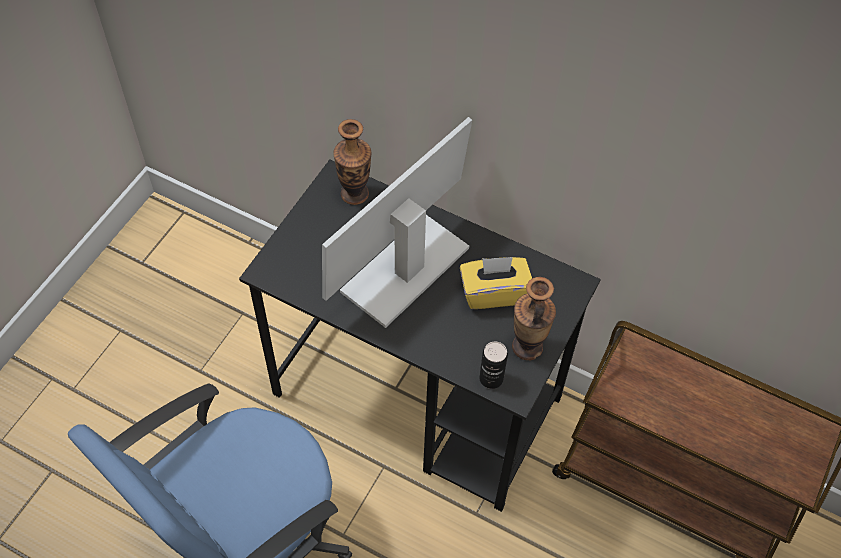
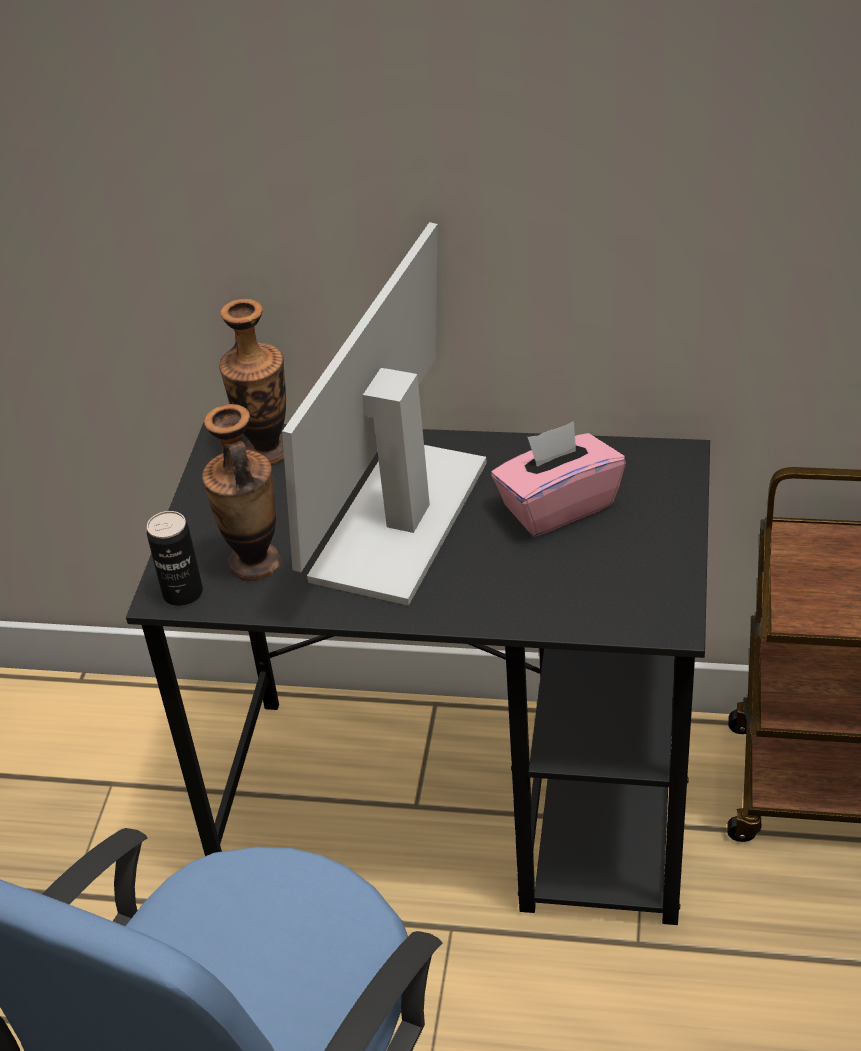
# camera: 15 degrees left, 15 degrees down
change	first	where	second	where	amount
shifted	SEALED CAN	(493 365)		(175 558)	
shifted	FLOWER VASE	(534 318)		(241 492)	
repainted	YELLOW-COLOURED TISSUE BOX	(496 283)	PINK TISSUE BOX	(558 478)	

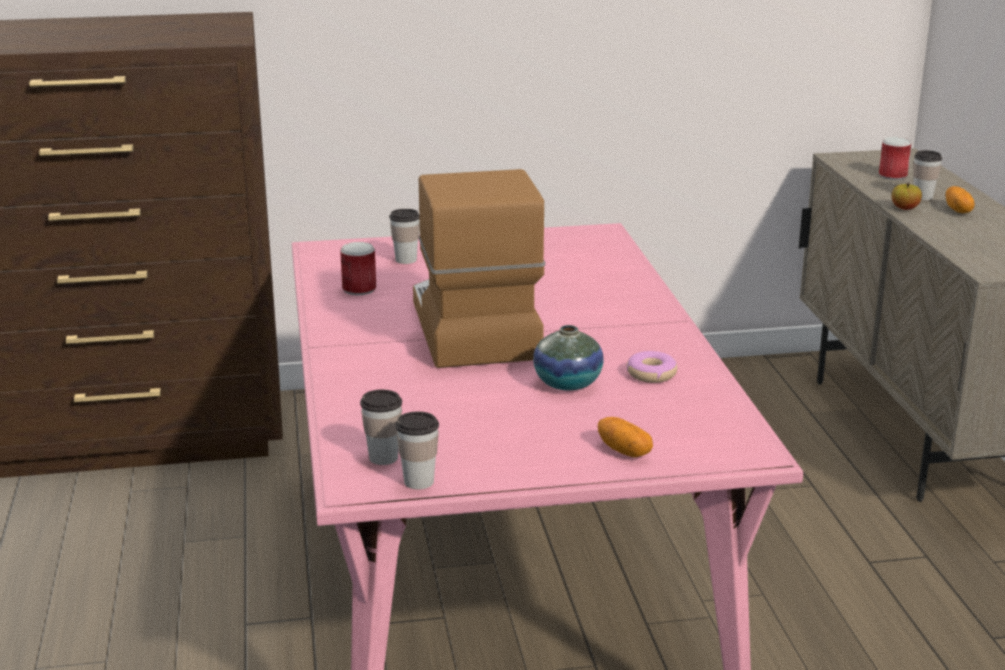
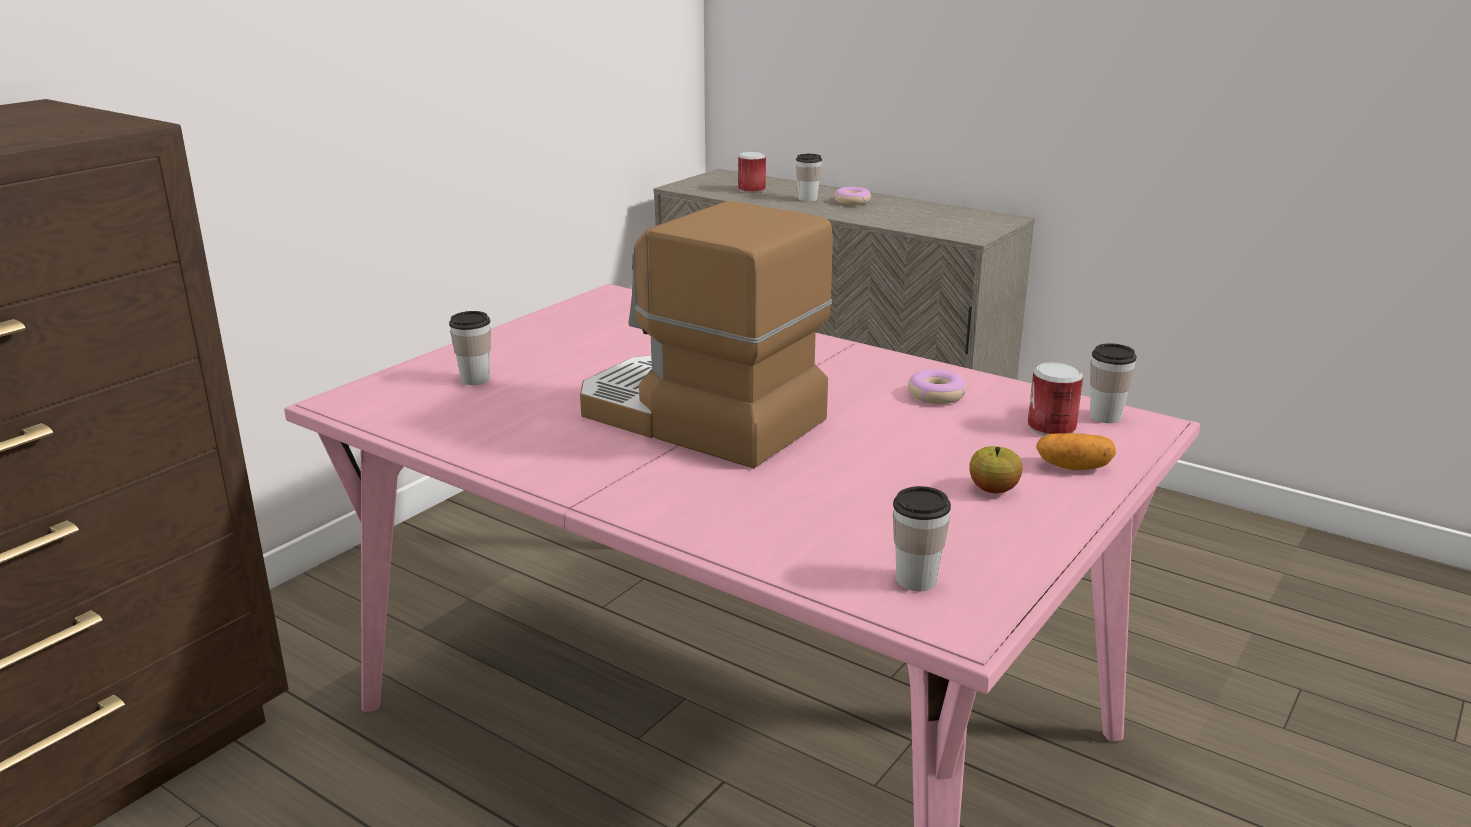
# camera: 45 degrees left, 0 degrees up
change	first	where	second	where	amount
swapped	POTATO	(960 199)	DONUT	(852 196)	
shifted	WHOLE APPLE	(907 196)		(995 469)	
shifted	SEALED CAN	(358 268)		(1055 399)	
shifted	SMALL CUP	(417 450)		(1113 383)	
gone	FLOWER VASE	(568 358)			

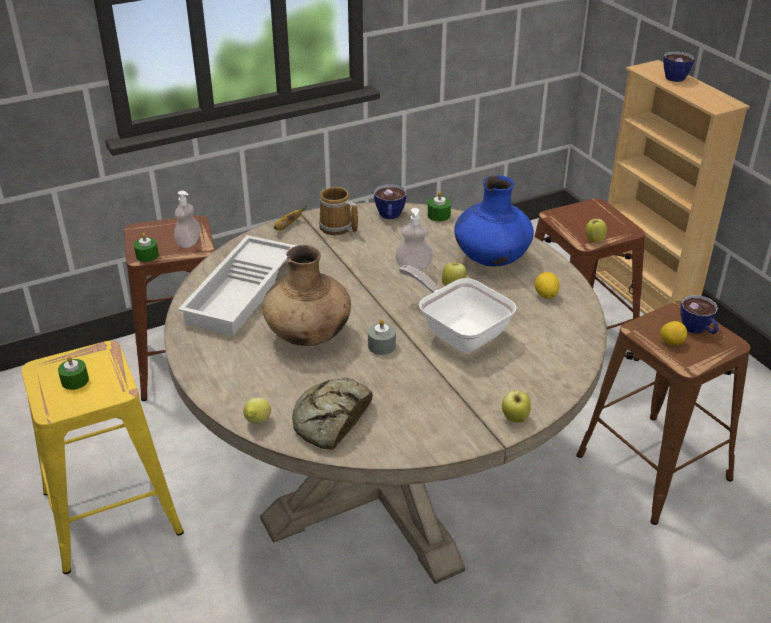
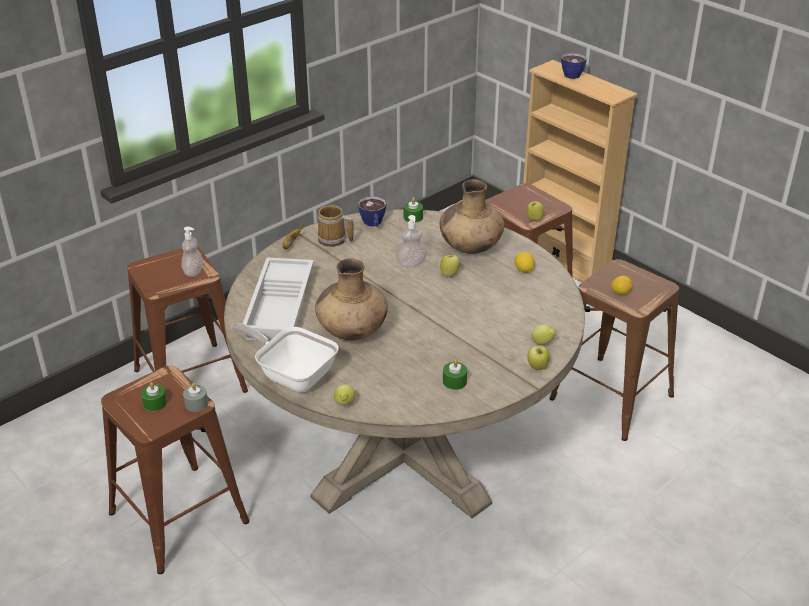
# camera: 15 degrees left, 0 degrees up
change	first	where	second	where	amount
repainted	YELLOW-COLOURED STOOL SEAT	(102 457)	BROWN STOOL SEAT	(175 469)	
shifted	GREYISH WAX CANDLE	(382 337)		(195 397)	
shifted	PAN	(458 309)		(285 357)	
repainted	BLUISH FLOWER VASE	(494 220)	BROWN FLOWER VASE	(472 216)	
shifted	GREEN-COLOURED WAX CANDLE	(146 247)		(455 374)	
new			CITRUS FRUIT	(543 334)	
gone	BREAD	(332 414)			
gone	SMALL CUP	(699 314)			

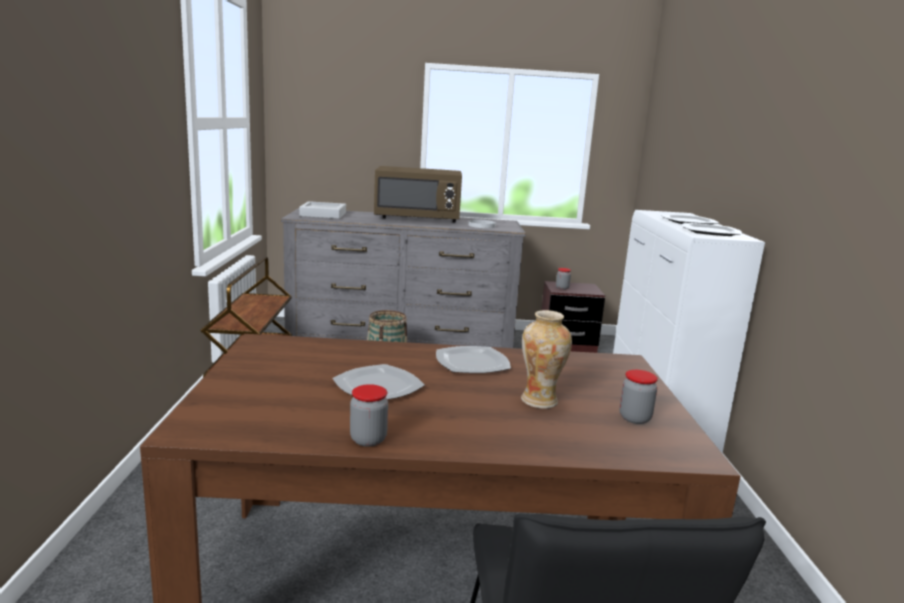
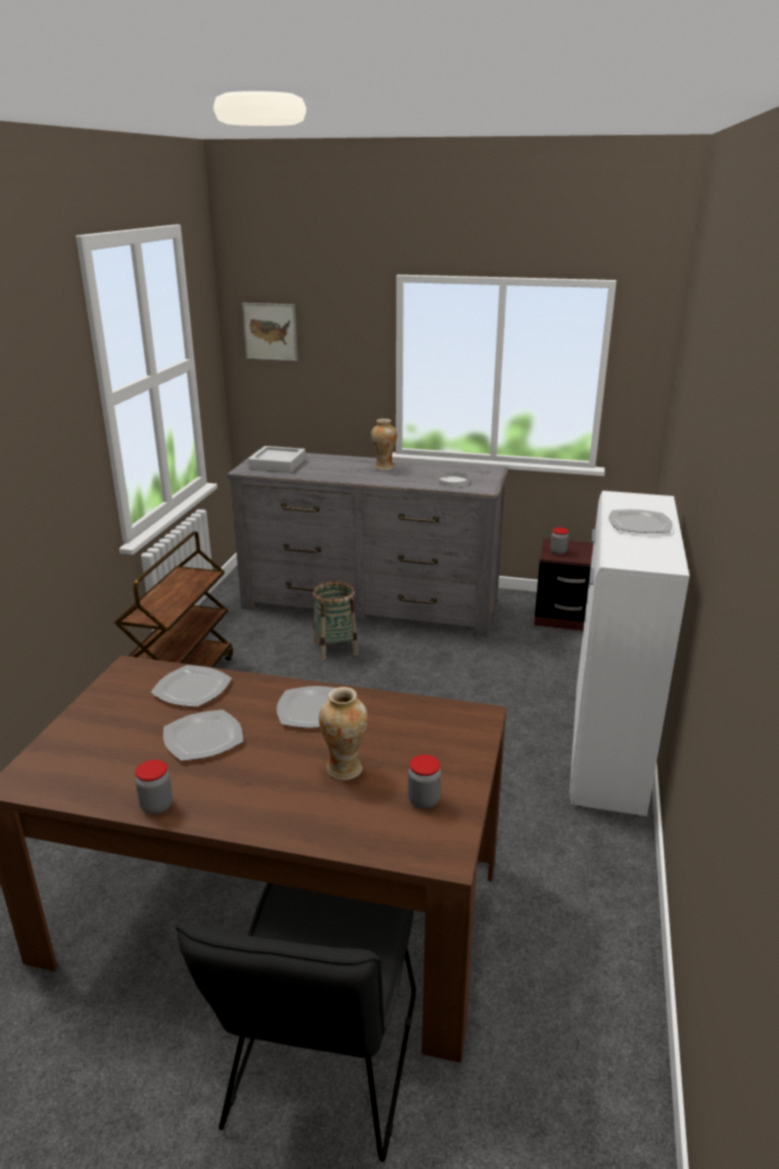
# camera: 15 degrees right, 10 degrees up
change	first	where	second	where	amount
shifted	DINNER PLATE	(711 229)		(191 686)	
new			WALL PICTURE	(270 332)	
swapped	BROWN MICROWAVE OVEN	(418 194)	FLOWER VASE	(384 445)	

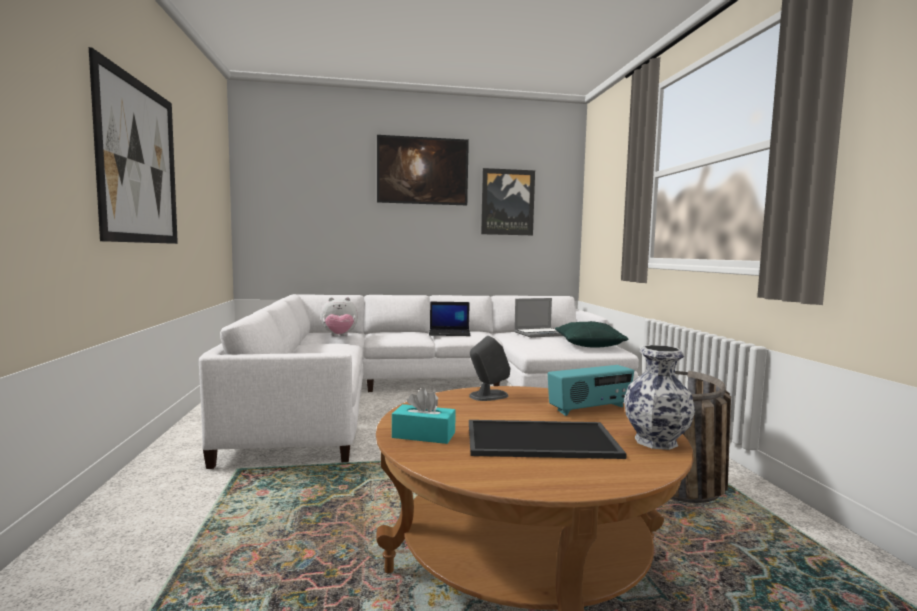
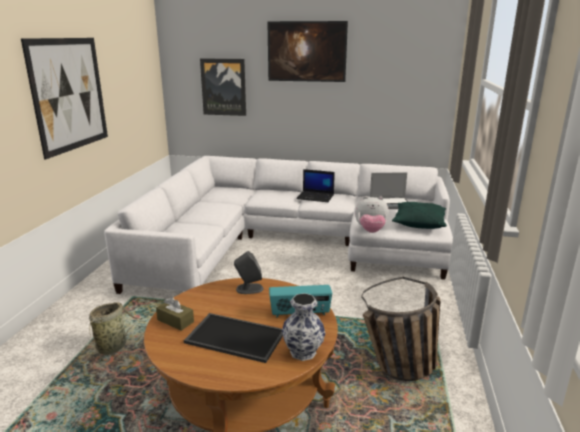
# camera: 20 degrees right, 15 degrees up
change	first	where	second	where	amount
new			HOUSEHOLD BASKET	(114 333)	
repainted	TURQUOISE TISSUE BOX	(424 416)	BROWN TISSUE BOX	(175 313)	
shifted	WALL PICTURE	(508 201)		(223 87)	
shifted	CUDDLY TOY	(339 316)		(372 214)	

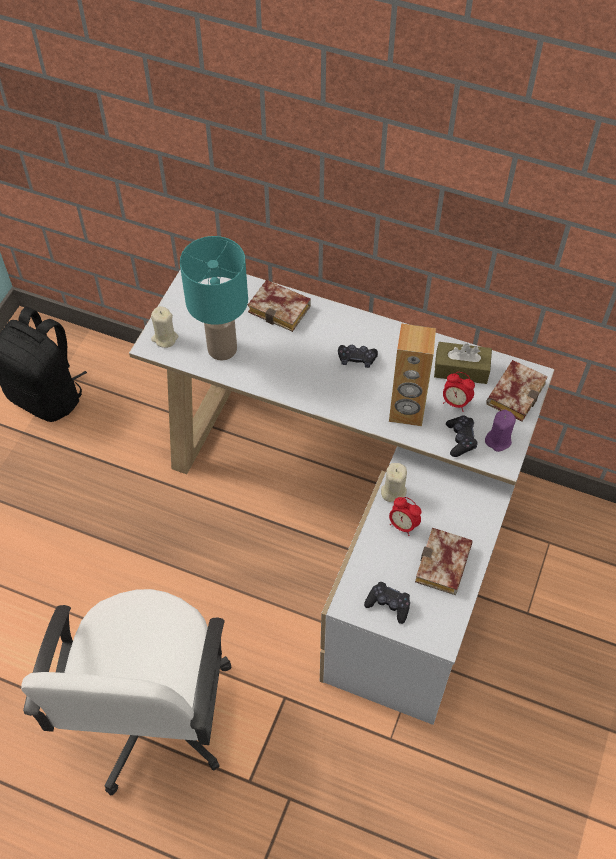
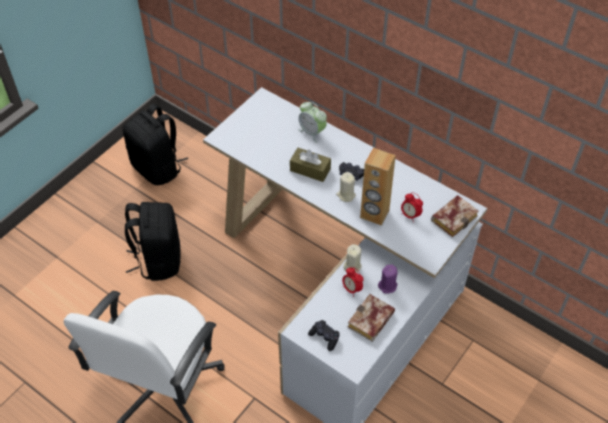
# camera: 15 degrees right, 5 degrees down
change	first	where	second	where	amount
new			BLACK KNAPSACK	(153 241)	
shifted	BROWN TISSUE BOX	(463 363)		(310 165)	
swapped	BOUND BOOK	(279 306)	BEDSIDE CLOCK	(312 122)	
shifted	SAND-COLOURED WAX CANDLE	(164 327)		(346 187)	
shifted	PURPLE WAX CANDLE	(500 431)		(388 279)	
gone	TURQUOISE TABLE LAMP	(214 298)			
gone	BLACK JOYPAD	(462 436)			

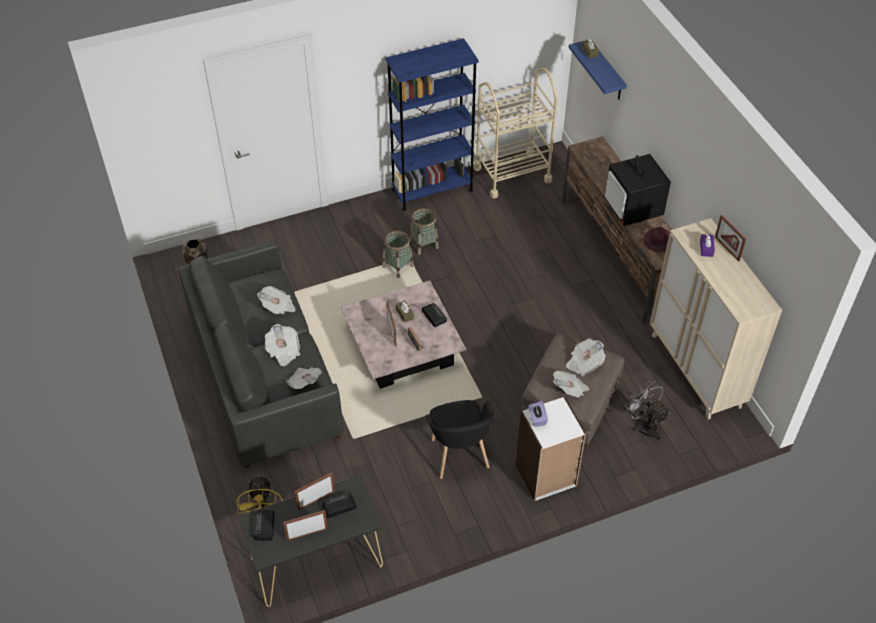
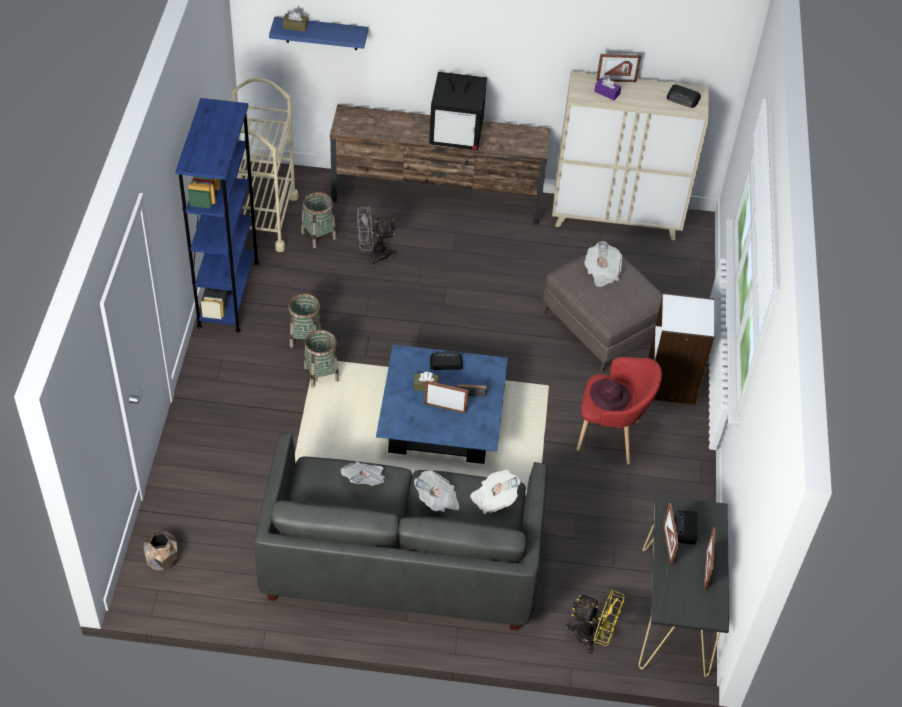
# camera: 65 degrees left, 0 degrees up
change	first	where	second	where	amount
new			HOUSEHOLD BASKET	(319 220)	
shifted	GREYISH FAN	(647 411)		(377 236)	
repainted	PINK LOUNGE TABLE	(403 335)	BLUISH LOUNGE TABLE	(442 404)	
repainted	BLACK EASY CHAIR	(460 439)	RED-COLOURED EASY CHAIR	(619 411)	
shifted	PURPLE WEARABLE HAT	(656 239)		(610 395)	
shifted	RADIO	(264 525)		(684 96)	
gone	PURPLE TISSUE BOX	(538 414)			
gone	DAILY PAPER	(571 384)			

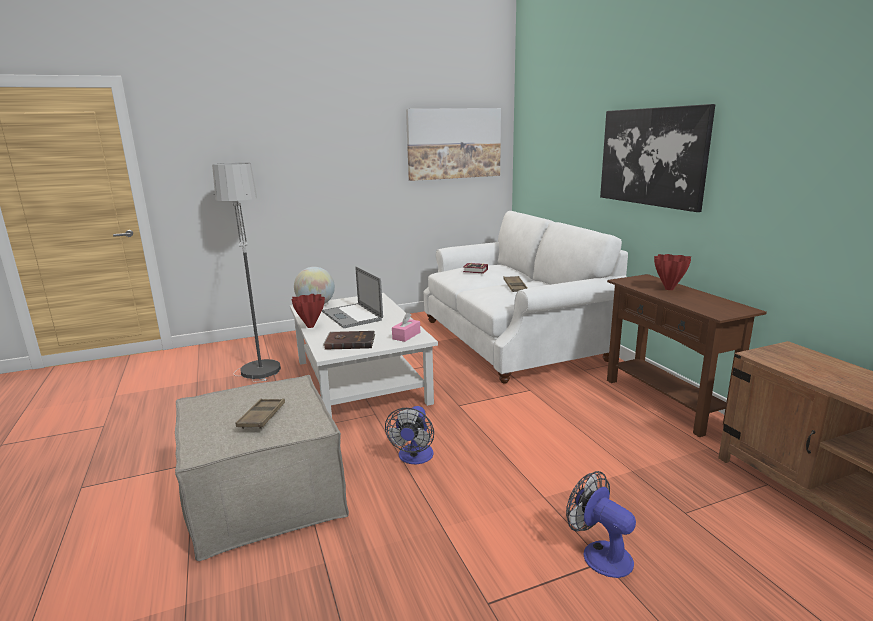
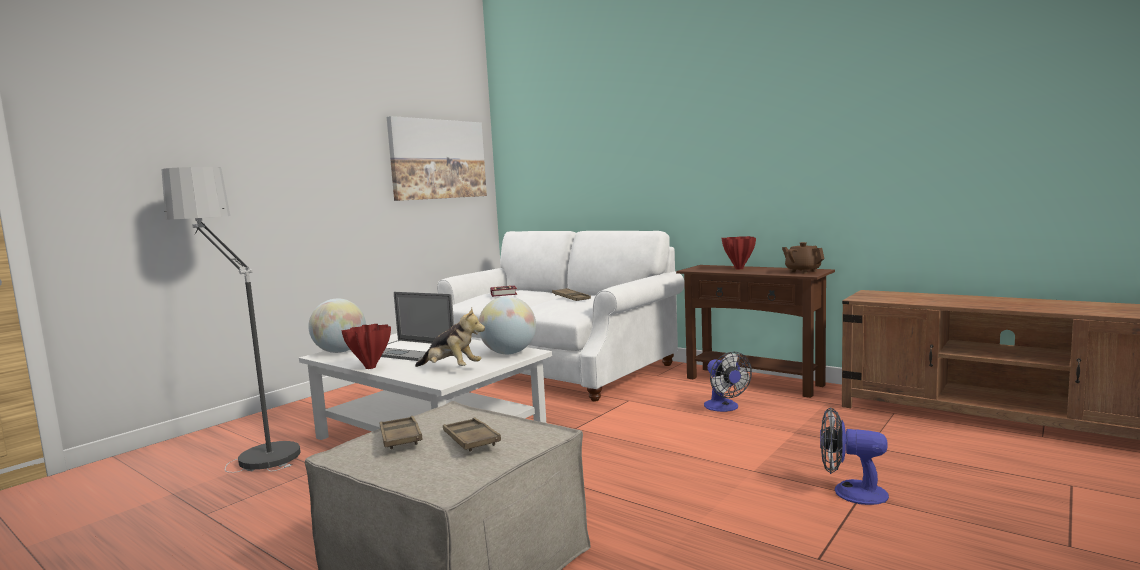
# camera: 30 degrees left, 10 degrees down
change	first	where	second	where	amount
new			BROWN TRAY	(401 432)	
swapped	BROWN BOUND BOOK	(349 340)	CUDDLY TOY	(450 337)	
swapped	PINK TISSUE BOX	(406 327)	WORLD GLOBE	(507 325)	
shifted	FAN	(409 435)		(728 382)	
new			BROWN TEAPOT	(803 257)	
gone	WALL PICTURE	(657 158)			

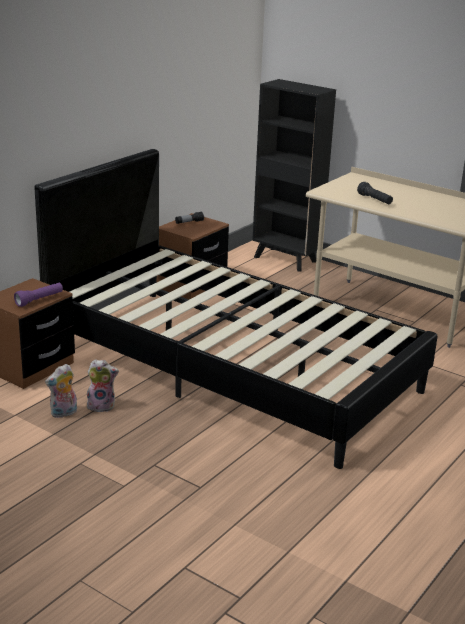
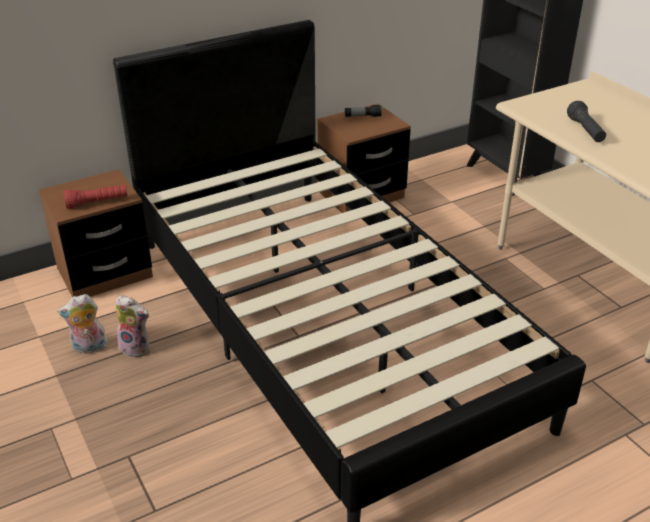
# camera: 25 degrees right, 10 degrees up
change	first	where	second	where	amount
repainted	PURPLE TORCH	(38 295)	RED-COLOURED TORCH	(95 197)	

